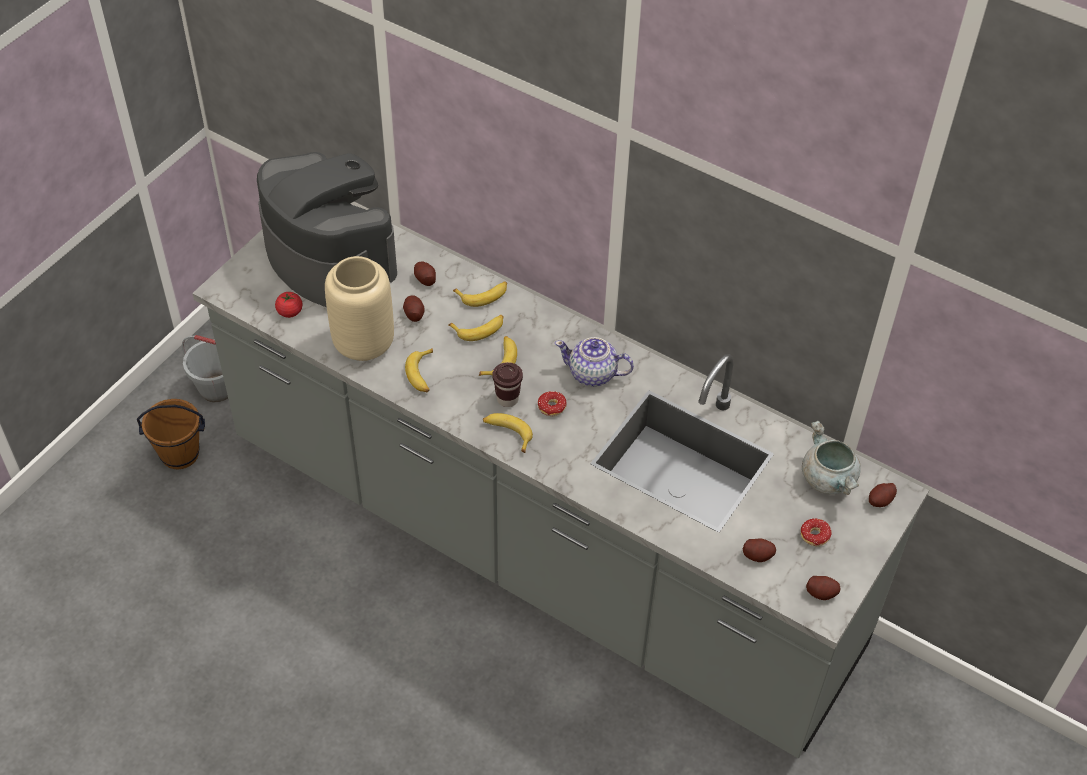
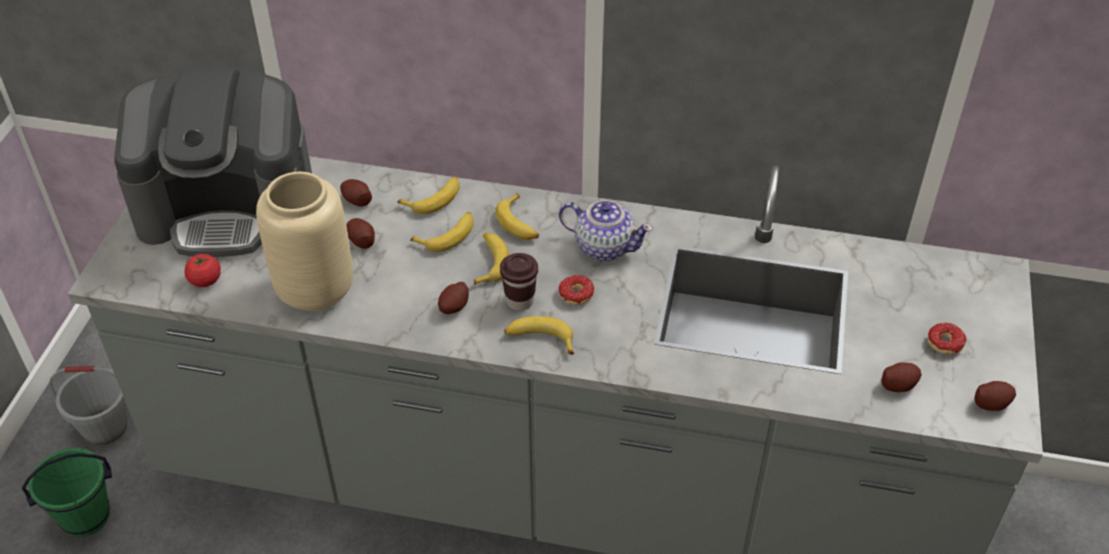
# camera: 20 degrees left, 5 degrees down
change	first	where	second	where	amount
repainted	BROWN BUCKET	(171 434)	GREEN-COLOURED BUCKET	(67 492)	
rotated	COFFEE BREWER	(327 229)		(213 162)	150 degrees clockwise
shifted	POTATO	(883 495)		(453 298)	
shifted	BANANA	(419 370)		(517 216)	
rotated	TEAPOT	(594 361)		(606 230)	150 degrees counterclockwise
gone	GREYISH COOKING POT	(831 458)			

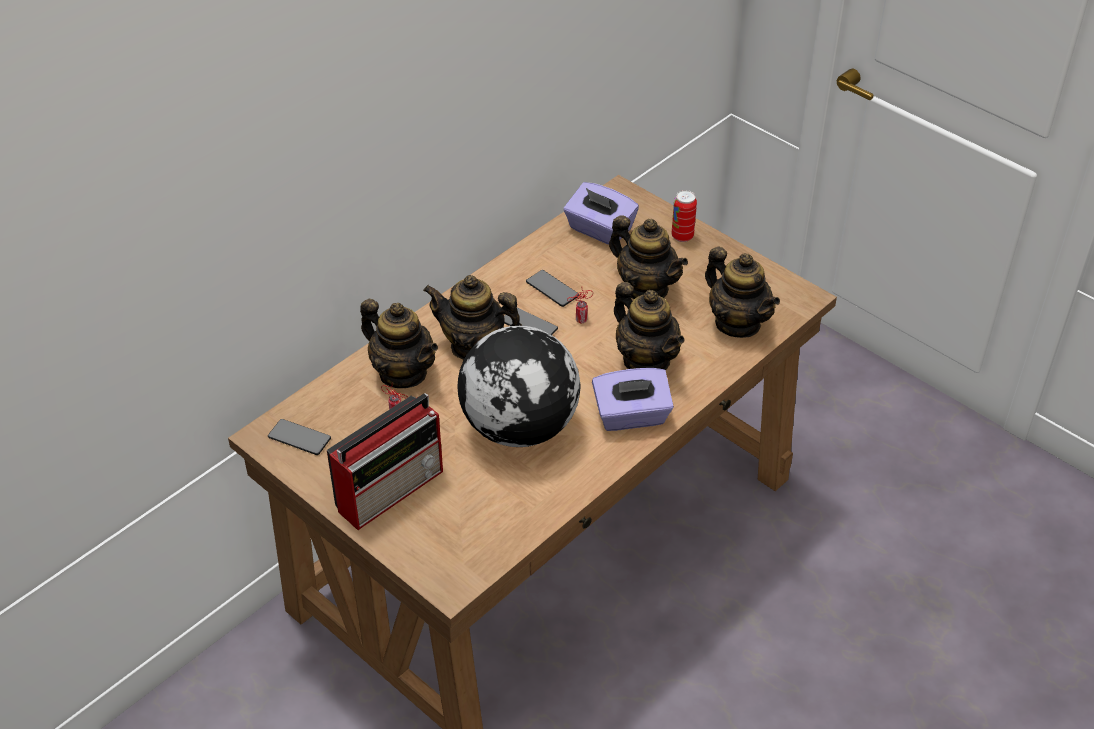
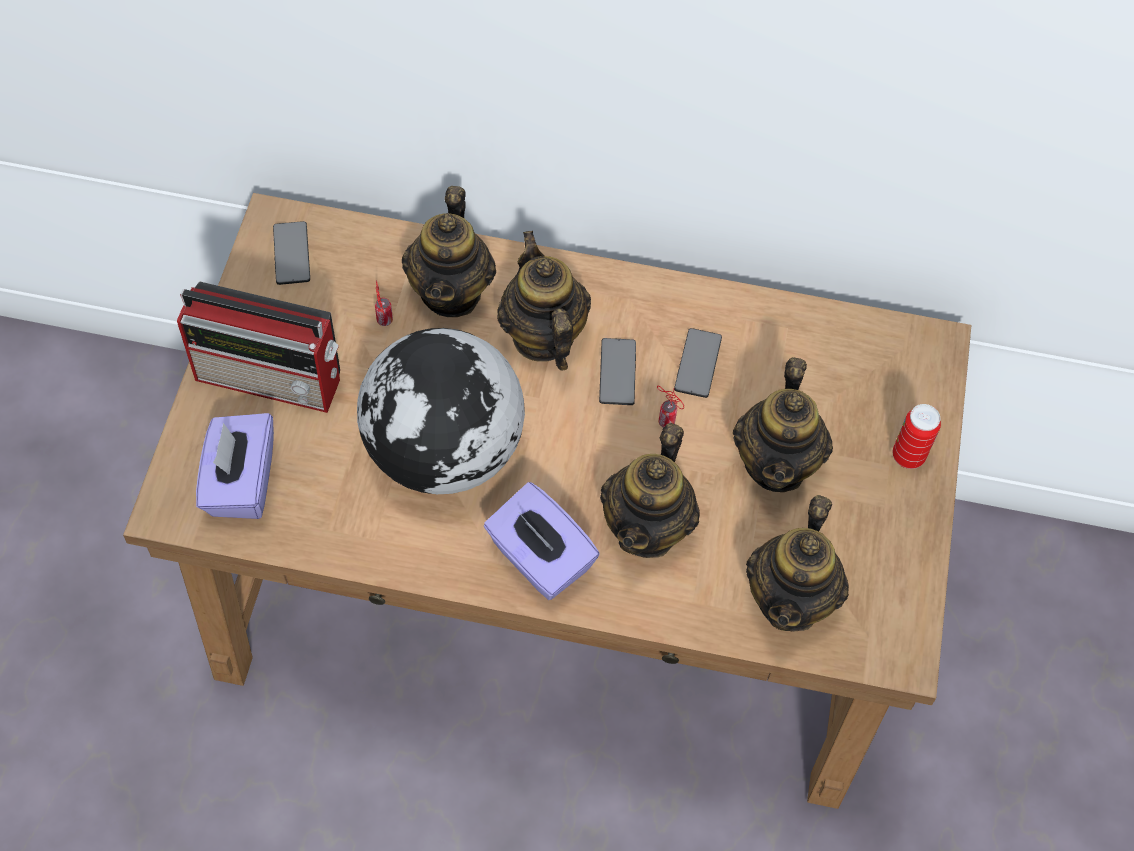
# camera: 55 degrees right, 15 degrees up
change	first	where	second	where	amount
shifted	PURPLE TISSUE BOX	(601 213)		(235 466)	

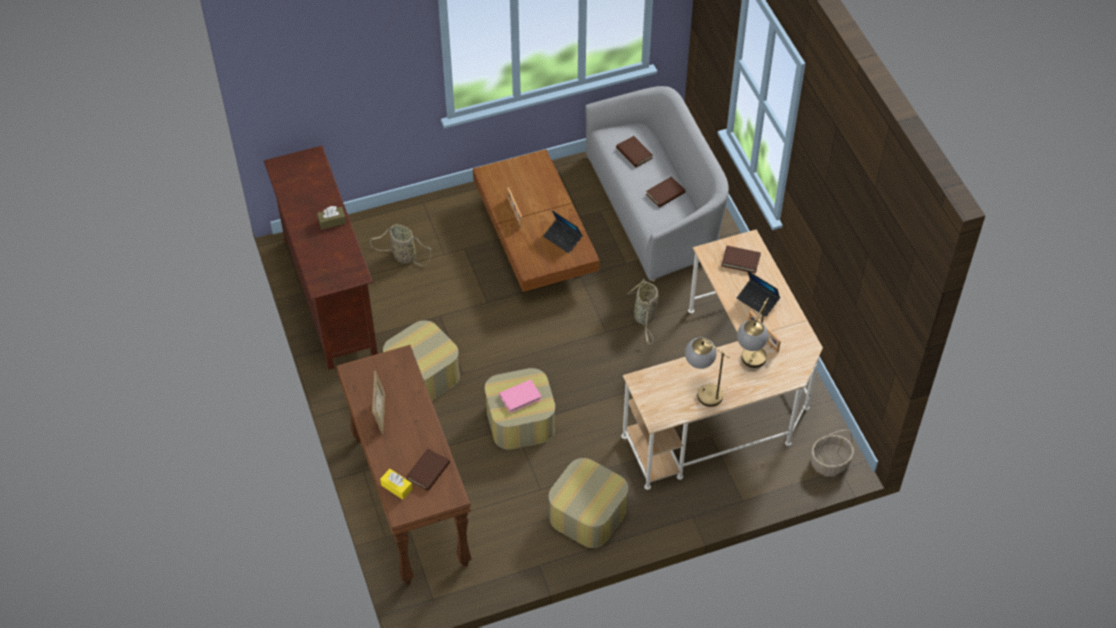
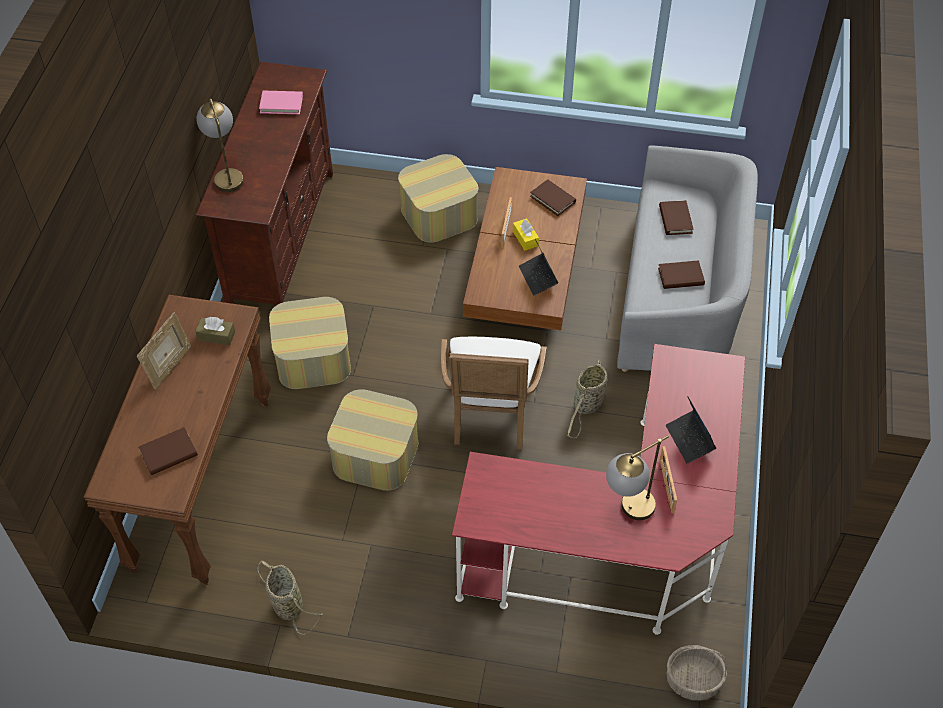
# camera: 30 degrees right, 0 degrees up
change	first	where	second	where	amount
shifted	BROWN TISSUE BOX	(331 218)		(215 331)	
shifted	TABLE LAMP	(707 372)		(220 145)	
shifted	HOUSEHOLD BASKET	(400 245)		(290 597)	
shifted	PINK BOUND BOOK	(520 396)		(281 102)	
shifted	OTTOMAN	(588 503)		(438 198)	
new			WHITISH EASY CHAIR	(494 393)	
repainted	SAND-COLOURED DESK UNIT	(722 359)	RED-COLOURED DESK UNIT	(598 489)	
shifted	YELLOW-COLOURED TISSUE BOX	(396 484)		(526 234)	
shifted	BROWN BOUND BOOK	(741 259)		(553 197)	

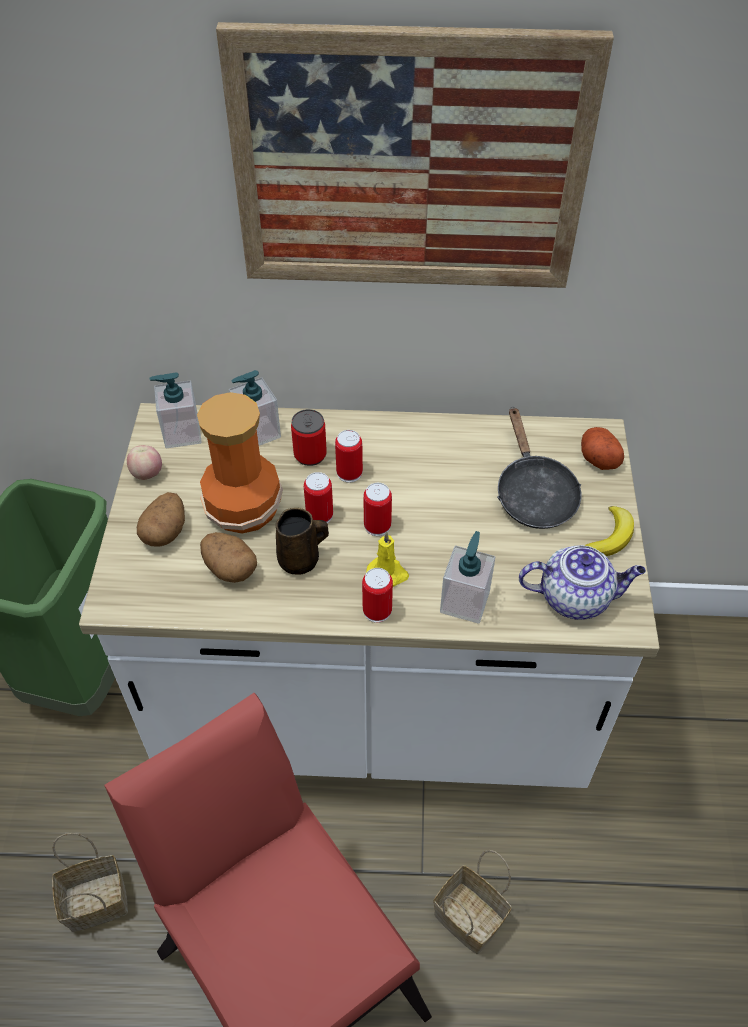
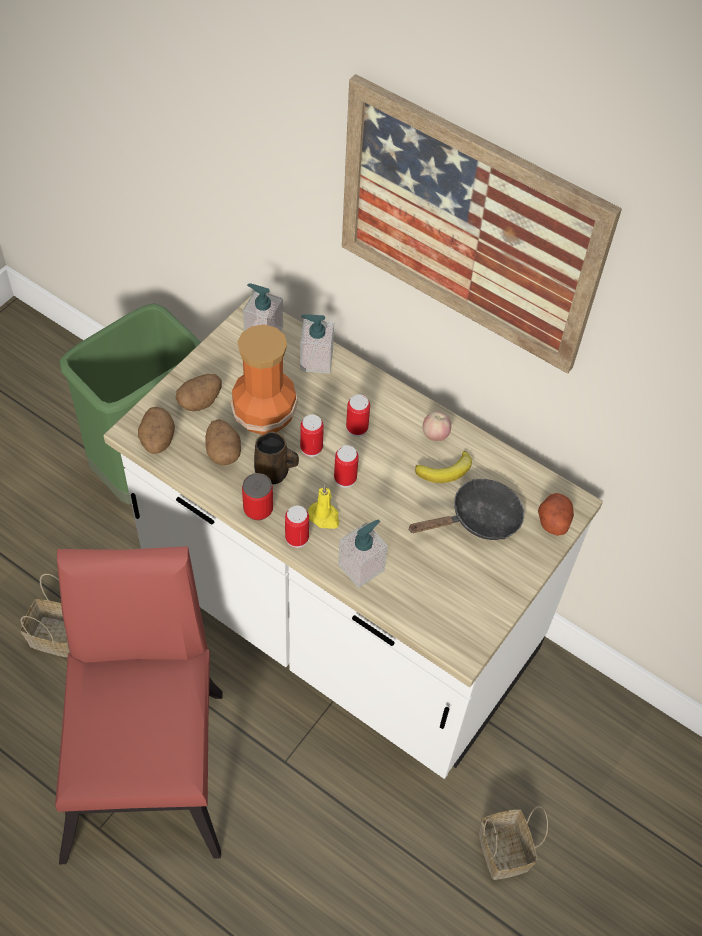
# camera: 30 degrees right, 5 degrees up
change	first	where	second	where	amount
new			POTATO	(156 430)	
shifted	SEALED CAN	(309 437)		(257 496)	
rotated	BLACK PAN	(539 468)		(466 509)	135 degrees counterclockwise
shifted	BANANA	(609 531)		(443 467)	
shifted	WHOLE APPLE	(144 462)		(437 426)	
shifted	HOUSEHOLD BASKET	(472 902)		(513 843)	
gone	TEAPOT	(582 582)			

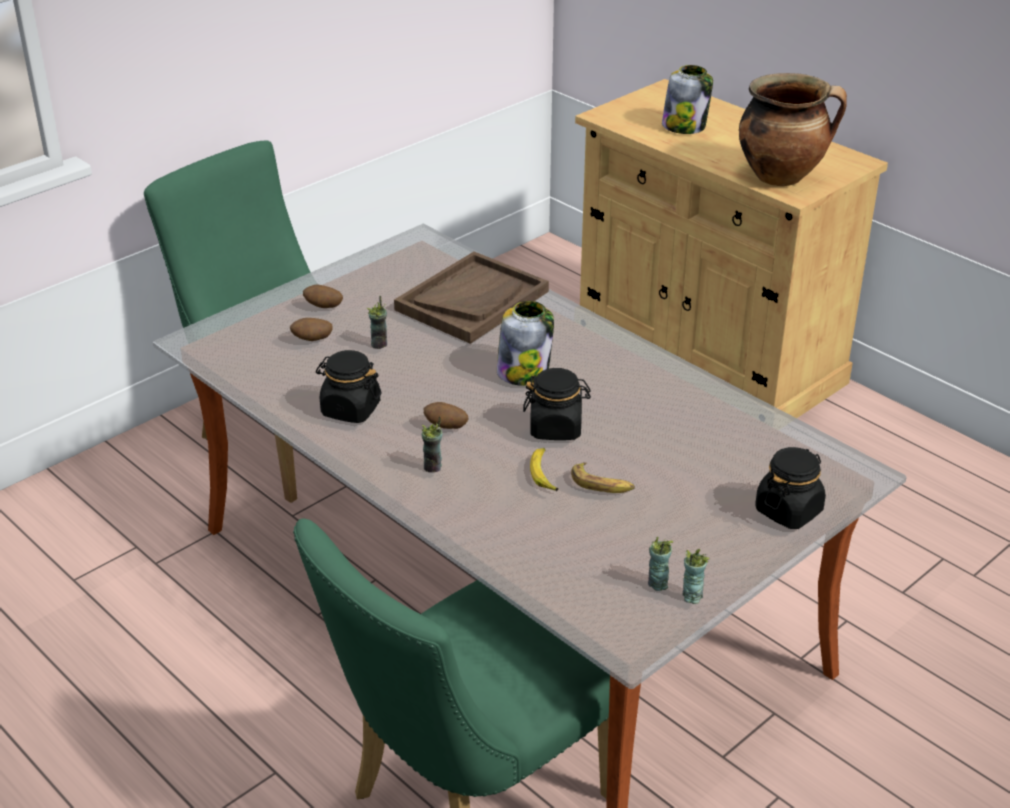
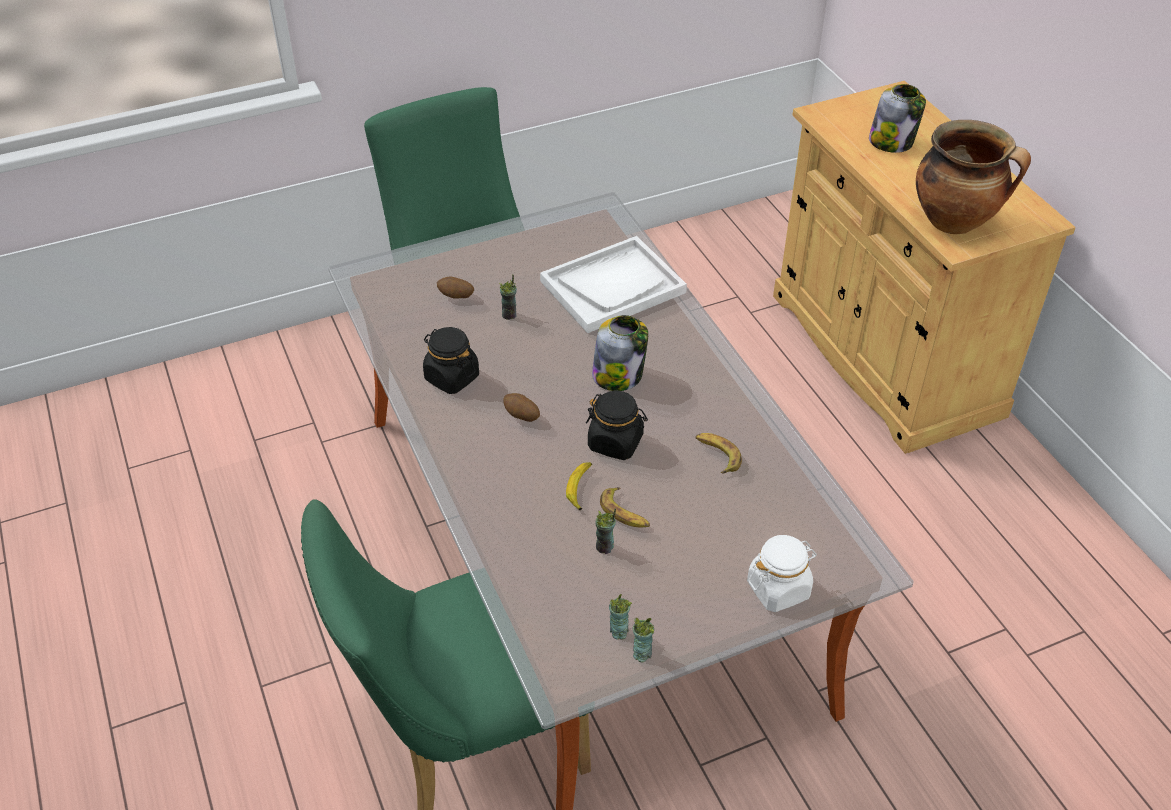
# camera: 20 degrees right, 10 degrees up
change	first	where	second	where	amount
repainted	BROWN TRAY	(471 298)	WHITISH TRAY	(613 284)	
shifted	SMALL CUP	(432 444)		(605 531)	
new			BANANA	(718 453)	
repainted	BLACK JAR	(790 488)	WHITISH JAR	(782 573)	
gone	POTATO	(323 296)			

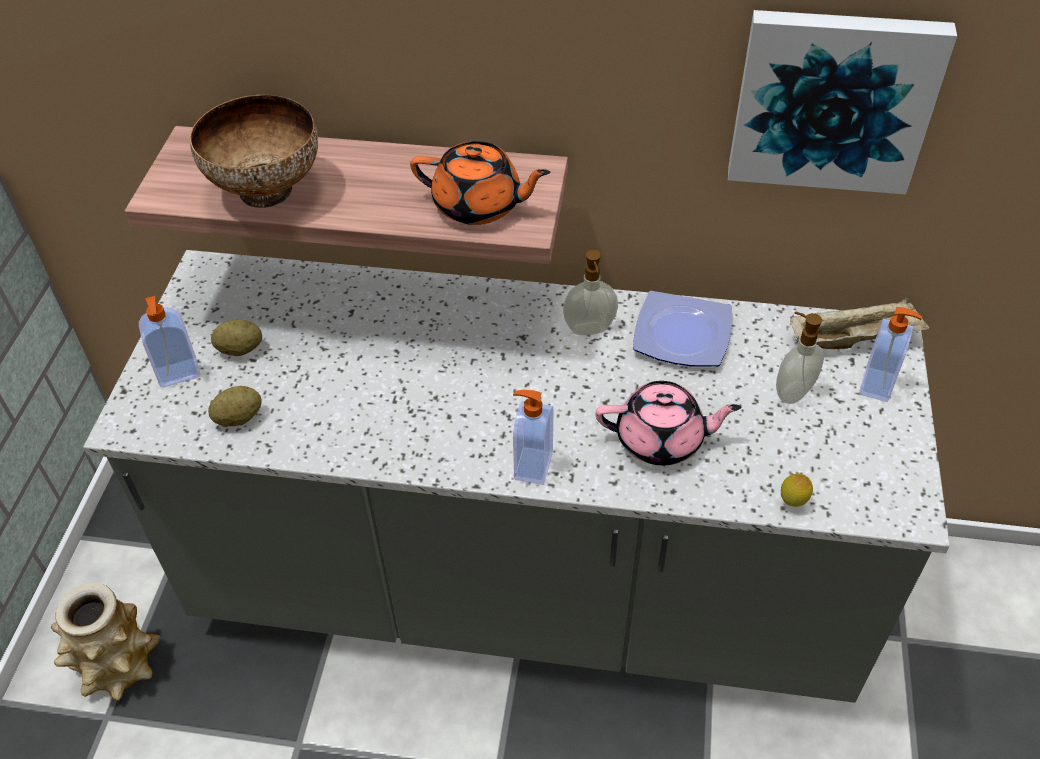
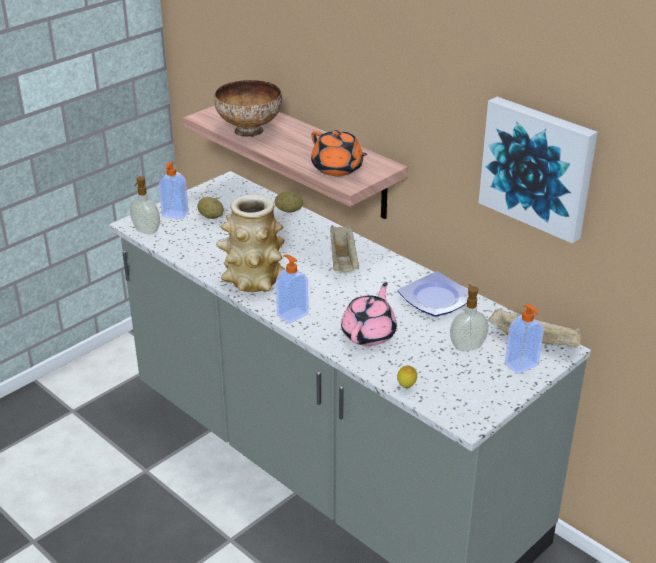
# camera: 35 degrees right, 15 degrees down
change	first	where	second	where	amount
shifted	SOAP DISPENSER	(590 292)		(145 205)	
shifted	FLOWER VASE	(105 642)		(250 243)	
shifted	POTATO	(235 406)		(288 202)	
new			SAND-COLOURED TRAY	(344 248)	
rotated	PINK TEAPOT	(668 423)		(369 314)	105 degrees counterclockwise

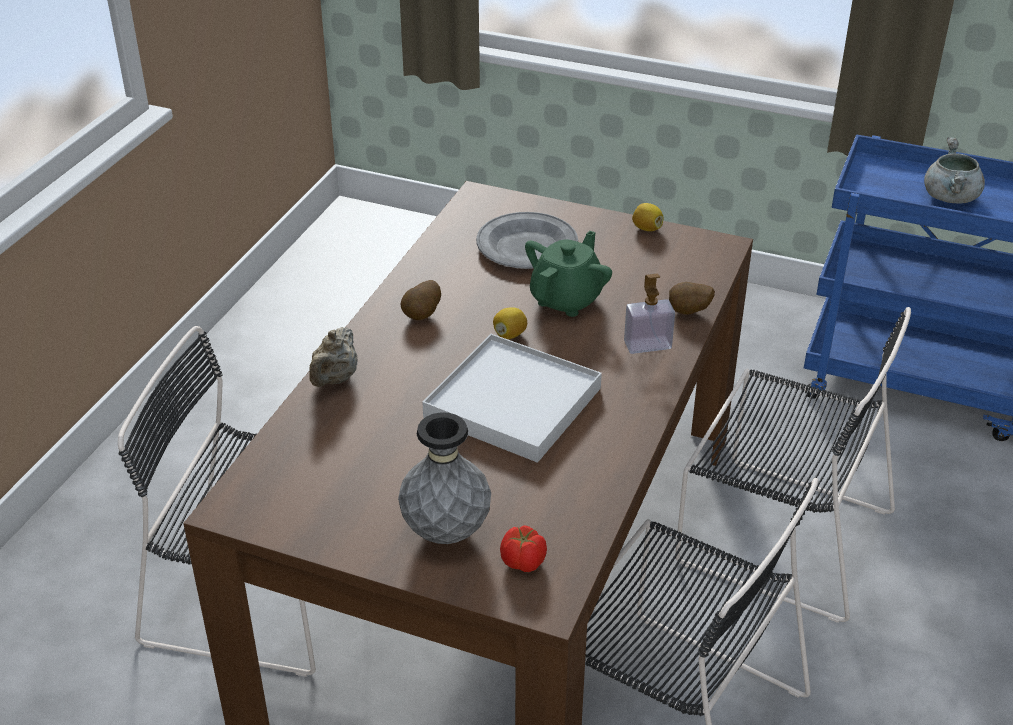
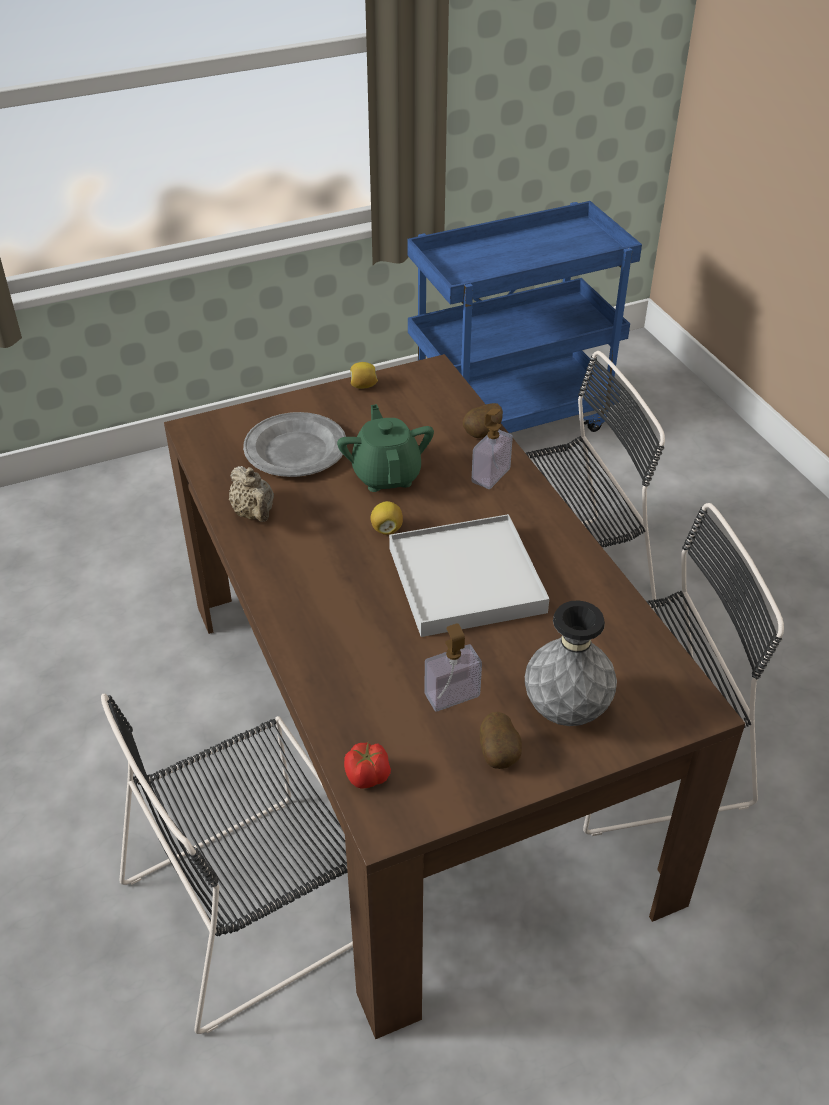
# camera: 45 degrees left, 5 degrees up
change	first	where	second	where	amount
shifted	SAND-COLOURED TEAPOT	(333 357)		(251 494)	
shifted	WHOLE TOMATO	(523 548)		(367 765)	
new			SOAP DISPENSER	(453 667)	
shifted	POTATO	(420 300)		(501 740)	
gone	GREYISH COOKING POT	(954 170)			

